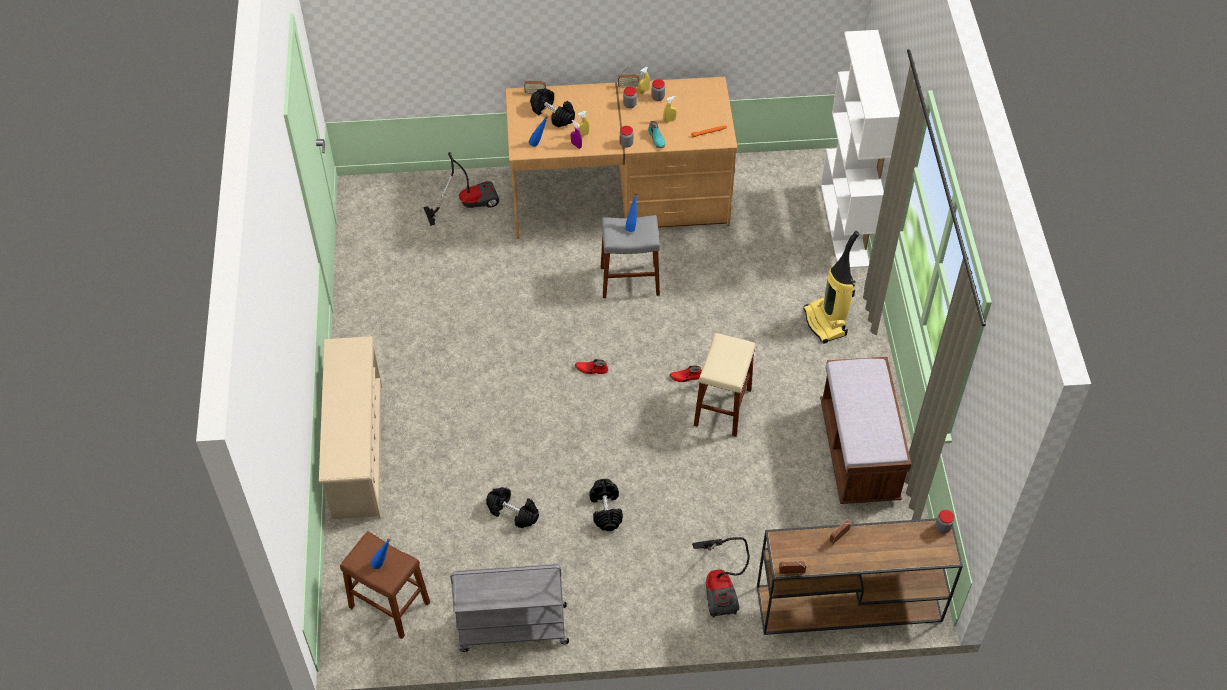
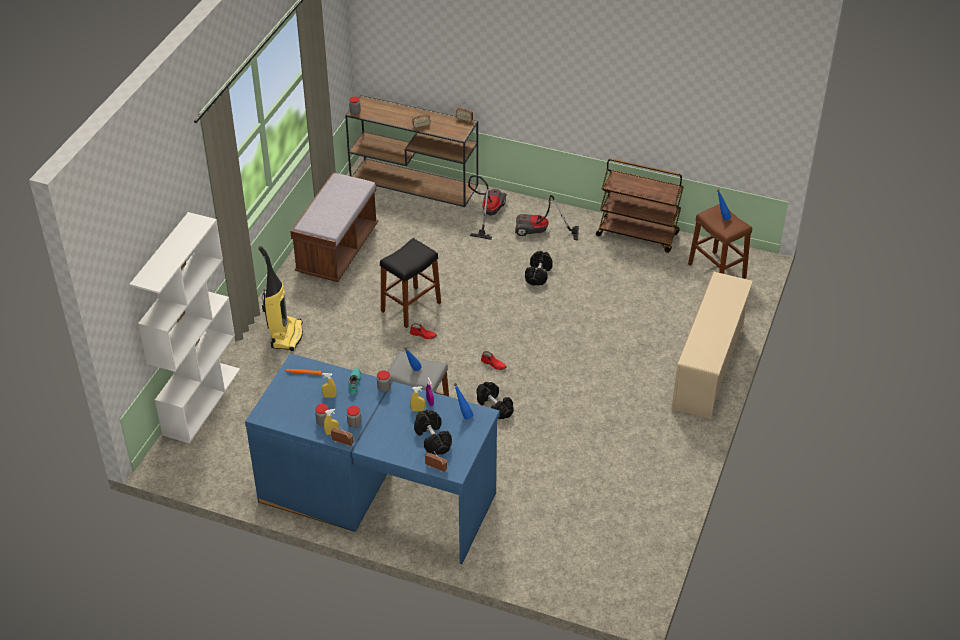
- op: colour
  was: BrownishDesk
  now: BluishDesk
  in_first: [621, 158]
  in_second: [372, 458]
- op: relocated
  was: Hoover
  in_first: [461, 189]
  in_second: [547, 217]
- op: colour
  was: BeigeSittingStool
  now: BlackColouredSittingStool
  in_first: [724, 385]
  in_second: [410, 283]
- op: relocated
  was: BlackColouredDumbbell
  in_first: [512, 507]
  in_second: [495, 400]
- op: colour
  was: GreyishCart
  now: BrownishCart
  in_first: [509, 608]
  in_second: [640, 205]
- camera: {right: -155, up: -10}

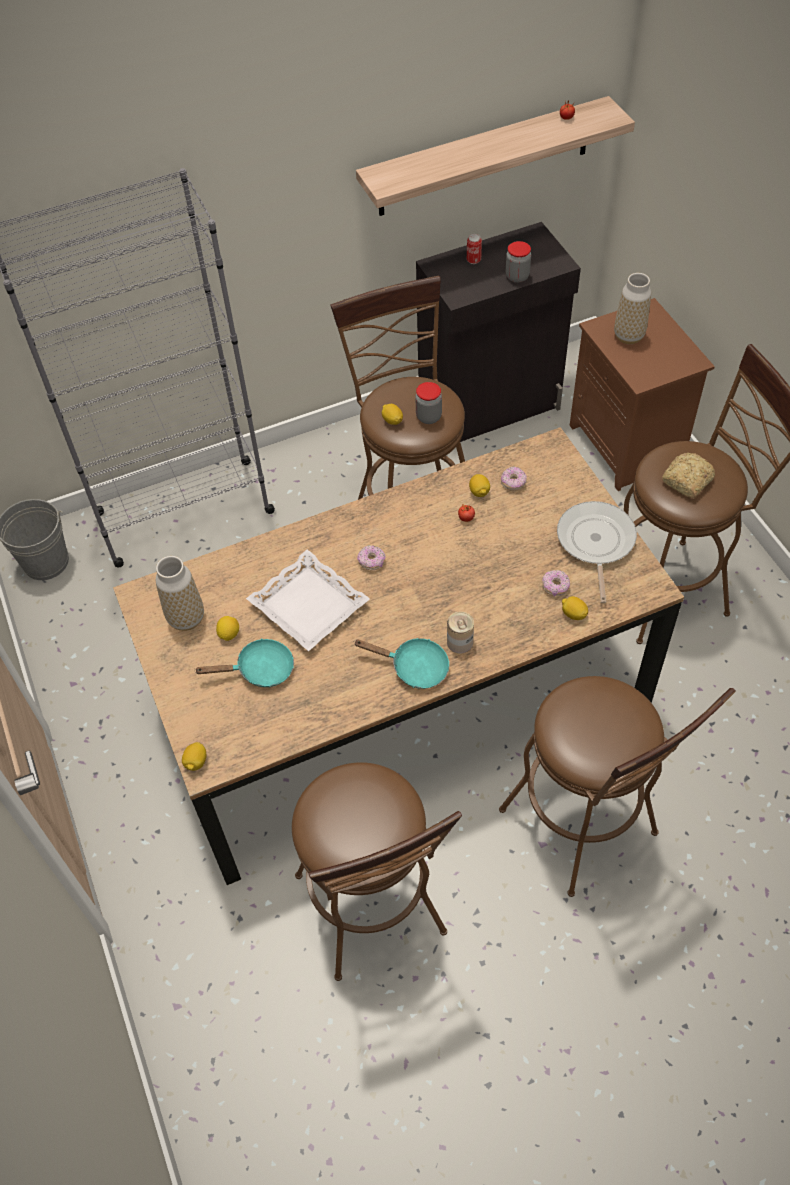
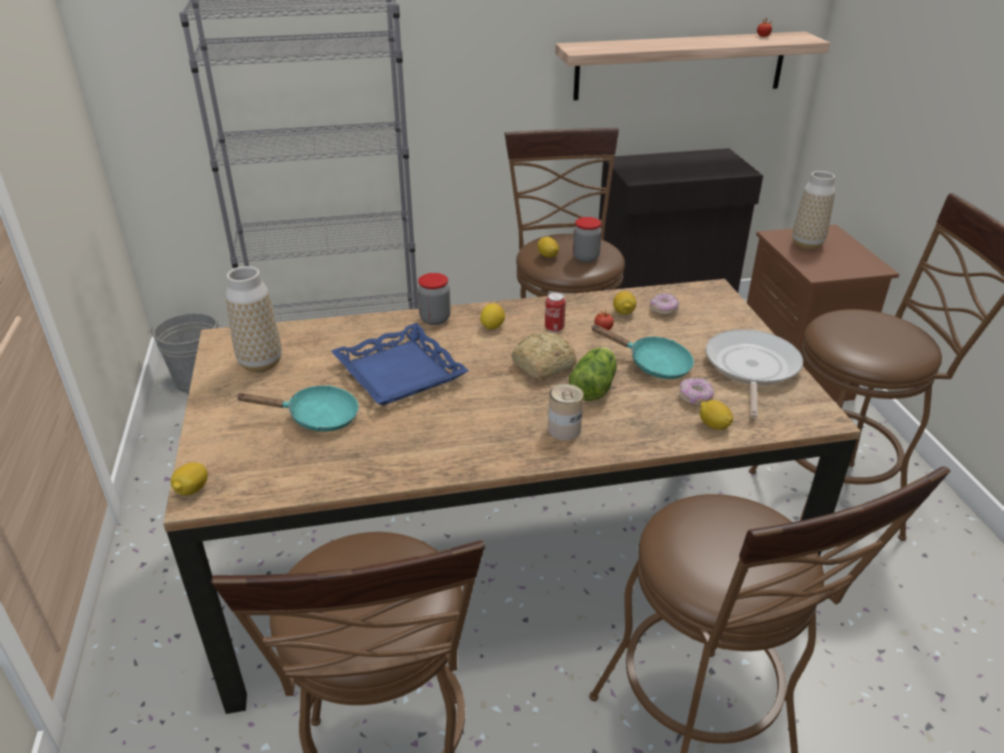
- op: relocated
  was: SealedCan
  in_first: [474, 249]
  in_second: [555, 312]
- op: relocated
  was: StorageJar
  in_first: [518, 262]
  in_second: [434, 299]
- op: relocated
  was: Bread
  in_first: [688, 475]
  in_second: [544, 355]
- op: missing
  was: RingDoughnut
  in_first: [371, 557]
- op: colour
  was: WhitishServingTray
  now: BluishServingTray
  in_first: [308, 600]
  in_second: [400, 364]
- op: relocated
  was: Lemon
  in_first: [227, 628]
  in_second: [492, 317]
- op: relocated
  was: BlueGreenFryingPan
  in_first: [401, 663]
  in_second: [642, 352]
- op: appeared
  now: HeadOfLettuce
  in_second: [593, 374]
- camera: {right: 10, up: -20}

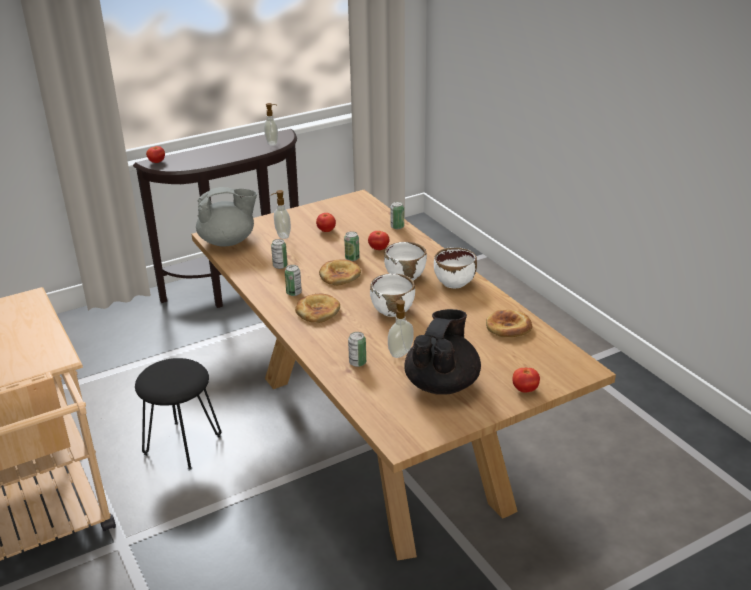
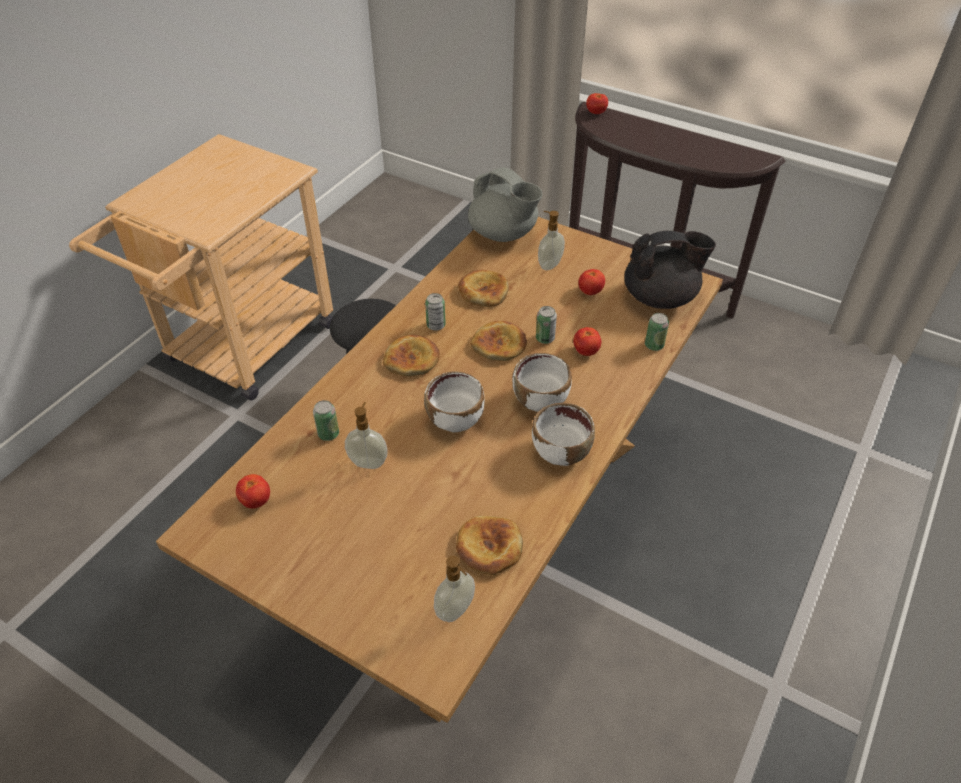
- op: relocated
  was: SoapDispenser
  in_first: [271, 124]
  in_second: [454, 589]
- op: exchanged
  was: SealedCan
  now: Bread
  in_first: [279, 254]
  in_second: [483, 288]
- op: relocated
  was: BlackColouredTeapot
  in_first: [442, 352]
  in_second: [670, 270]
- op: relocated
  was: Tomato
  in_first: [526, 380]
  in_second: [253, 491]
- camera: {right: 60, up: 15}

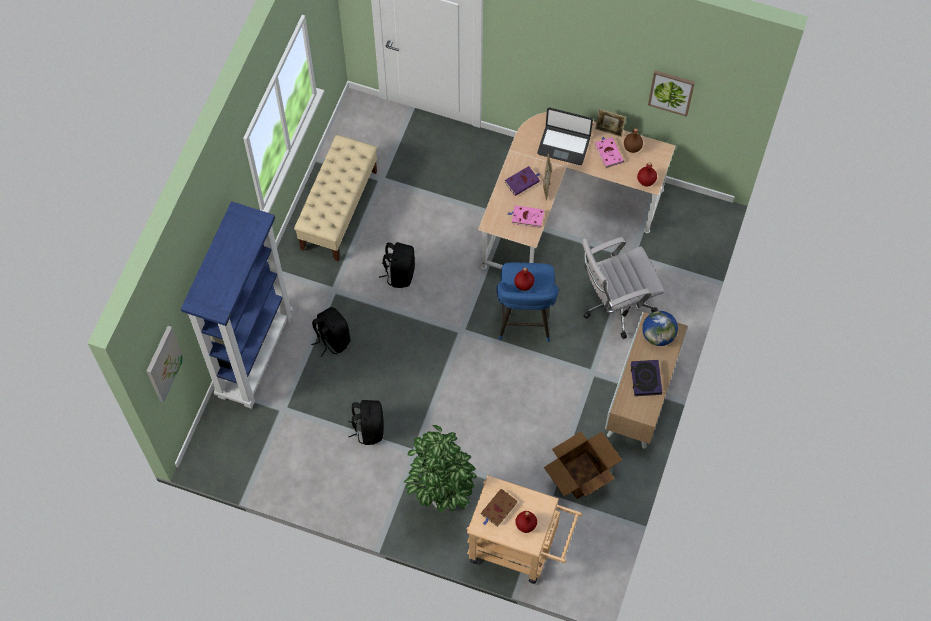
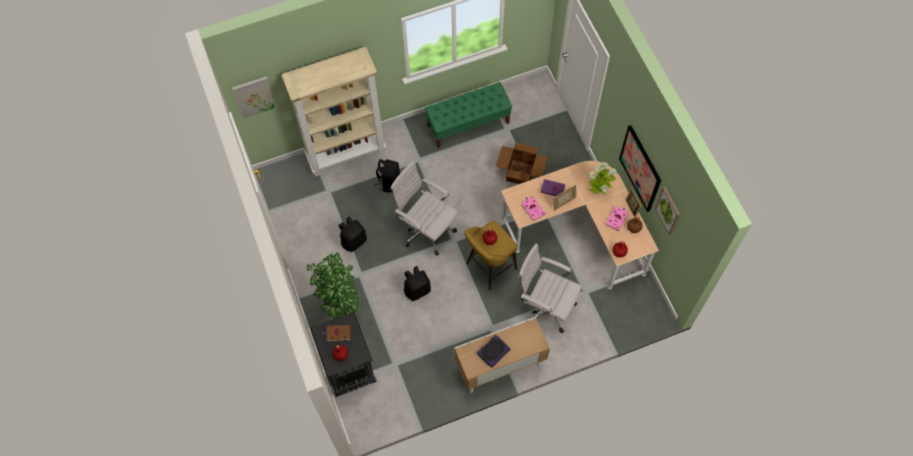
- op: exchanged
  was: PortableComputer
  now: PlantInAPot
  in_first: [565, 136]
  in_second: [602, 178]
- op: colour
  was: BeigeBench
  now: GreenishBench
  in_first: [335, 198]
  in_second: [468, 115]
- op: colour
  was: BluishBookshelf
  now: BeigeBookshelf
  in_first: [237, 305]
  in_second: [333, 112]
- op: relocated
  was: BlackColouredRucksack
  in_first: [397, 265]
  in_second: [417, 283]
- op: colour
  was: BluishSittingStool
  now: YellowColouredSittingStool
  in_first: [527, 302]
  in_second: [491, 255]
- op: missing
  was: Globe
  in_first: [660, 328]
- op: relocated
  was: CardboardBox
  in_first: [583, 465]
  in_second: [522, 163]
- op: colour
  was: BeigeCart
  now: BlackColouredCart
  in_first: [524, 529]
  in_second: [343, 354]
- op: appeared
  now: WallPicture
  in_second: [640, 168]
- op: appeared
  now: WhitishComputerChair
  in_second: [424, 208]
- camera: {right: 50, up: 0}

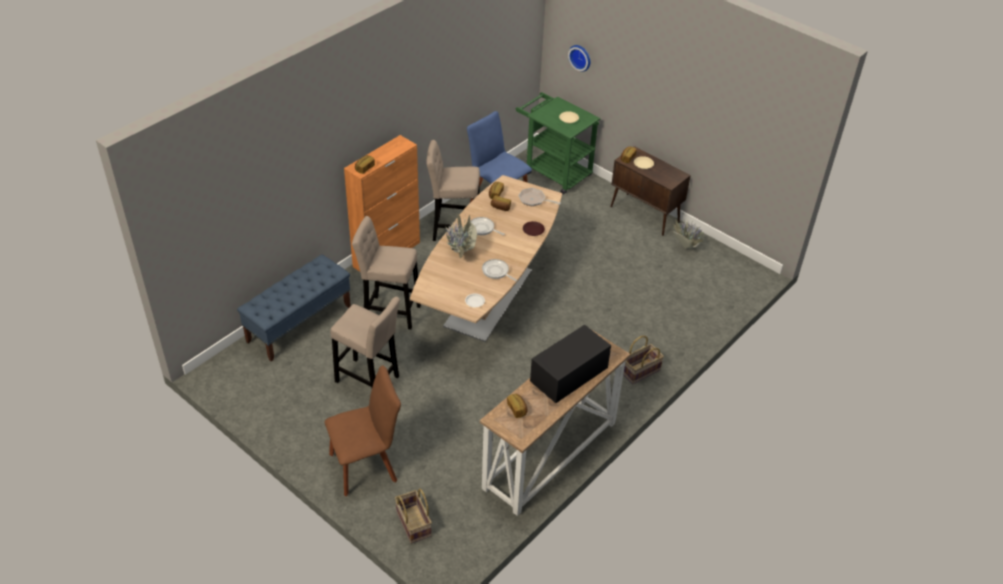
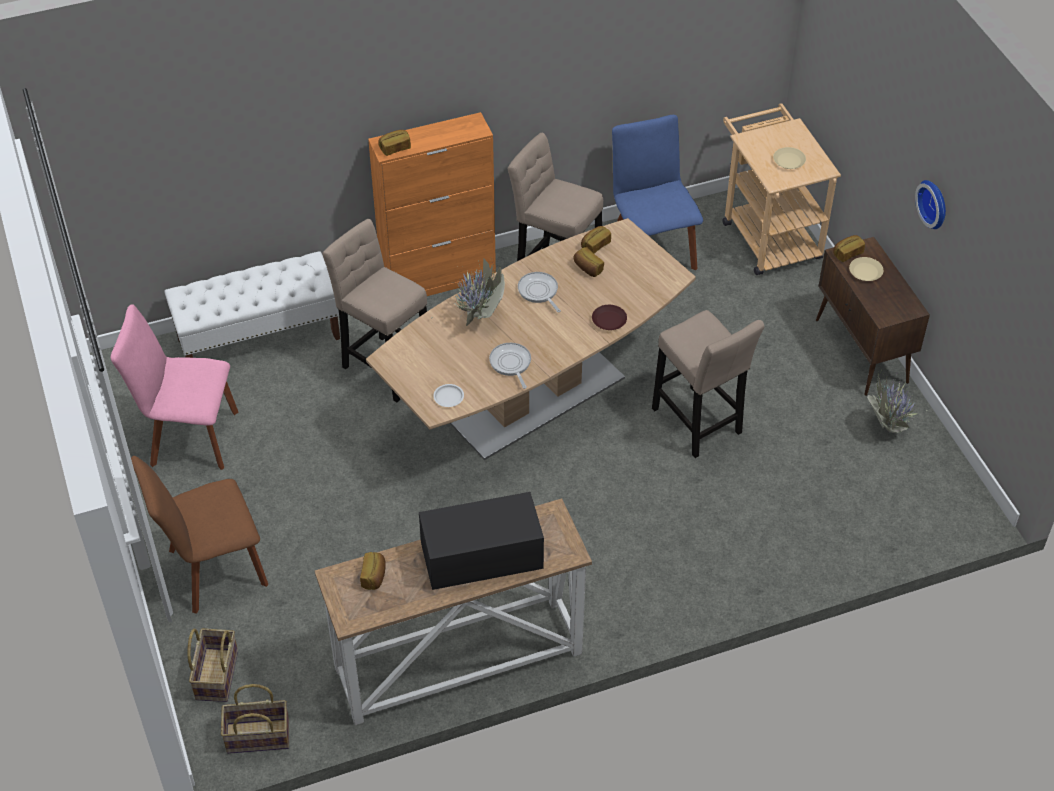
- op: relocated
  was: ClockOnTheWall
  in_first: [579, 58]
  in_second: [930, 204]
- op: colour
  was: GreenishCart
  now: BeigeCart
  in_first: [558, 143]
  in_second: [781, 189]
- op: missing
  was: FryingPan
  in_first: [539, 197]
- op: colour
  was: BluishBench
  now: WhitishBench
  in_first: [294, 308]
  in_second: [252, 304]
- op: relocated
  was: BeigeSittingStool
  in_first: [365, 342]
  in_second: [708, 384]
- op: relocated
  was: StorageBasket
  in_first: [643, 360]
  in_second: [255, 719]
- op: spun
  was: BrownishUprightChair
  in_first: [362, 430]
  in_second: [199, 535]
  clockwise: 150
- op: appeared
  now: PinkColouredUprightChair
  in_second: [174, 387]
- camera: {right: 30, up: 5}

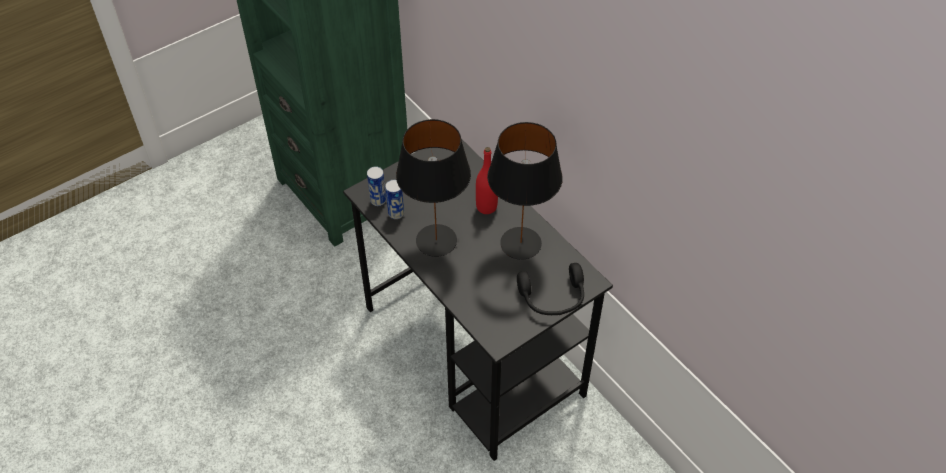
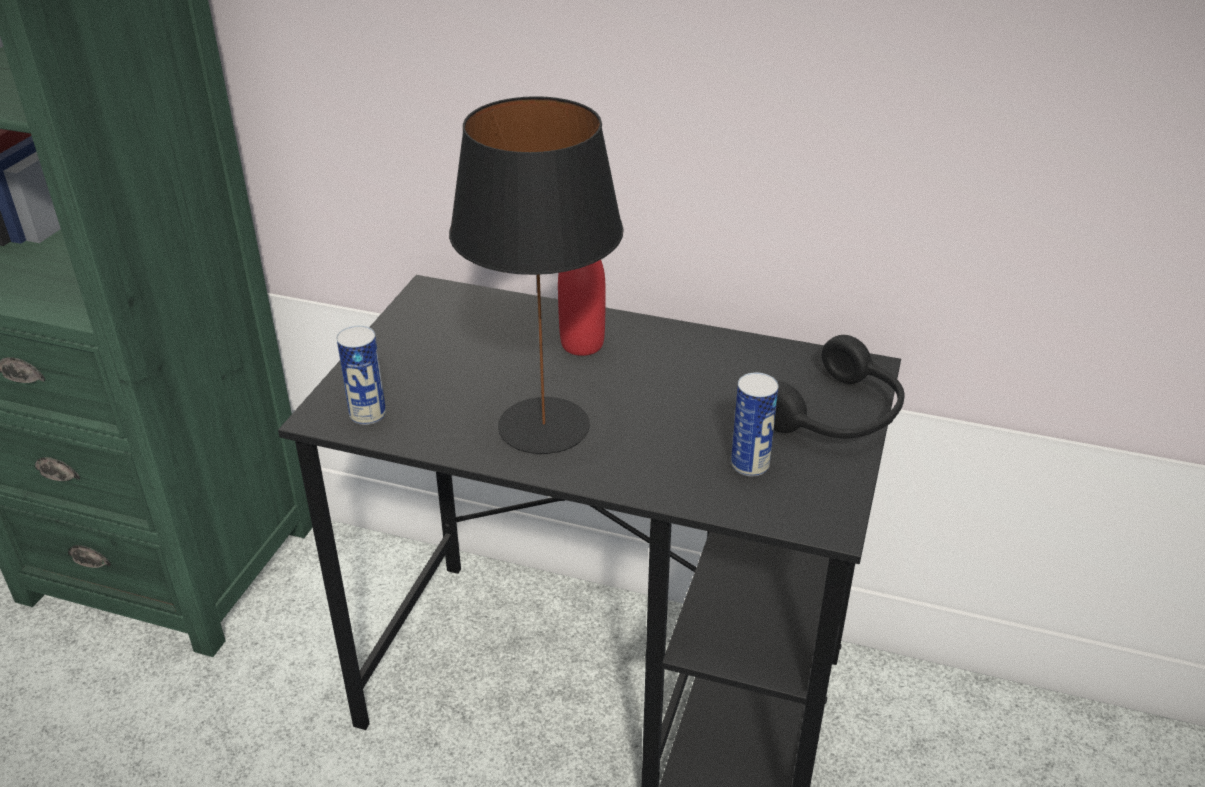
- op: missing
  was: BlackColouredTableLamp
  in_first: [525, 191]
- op: relocated
  was: SealedCan
  in_first: [394, 199]
  in_second: [754, 425]
- camera: {right: -35, up: -15}

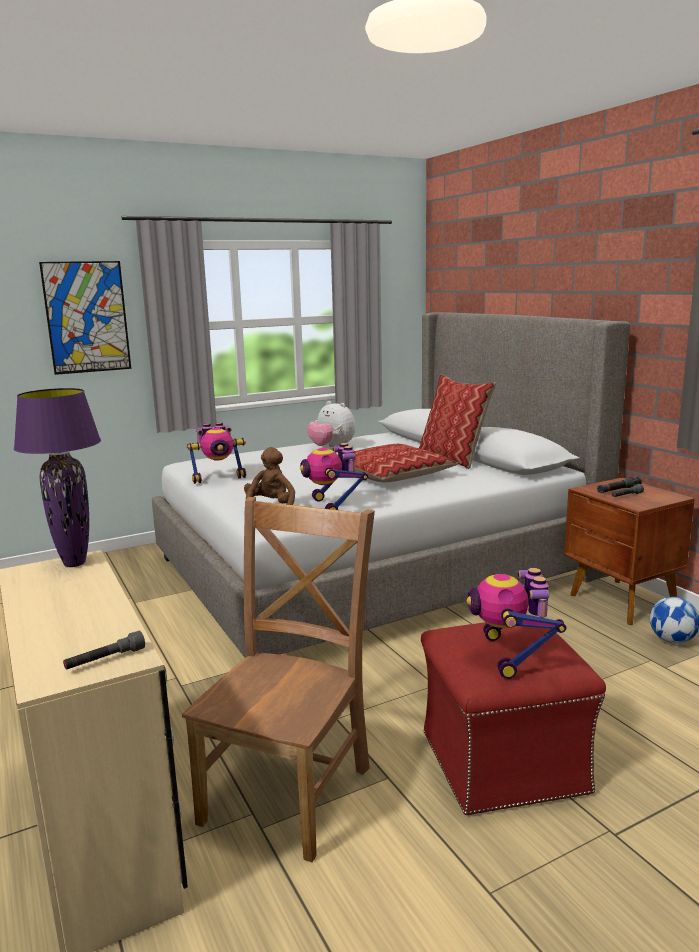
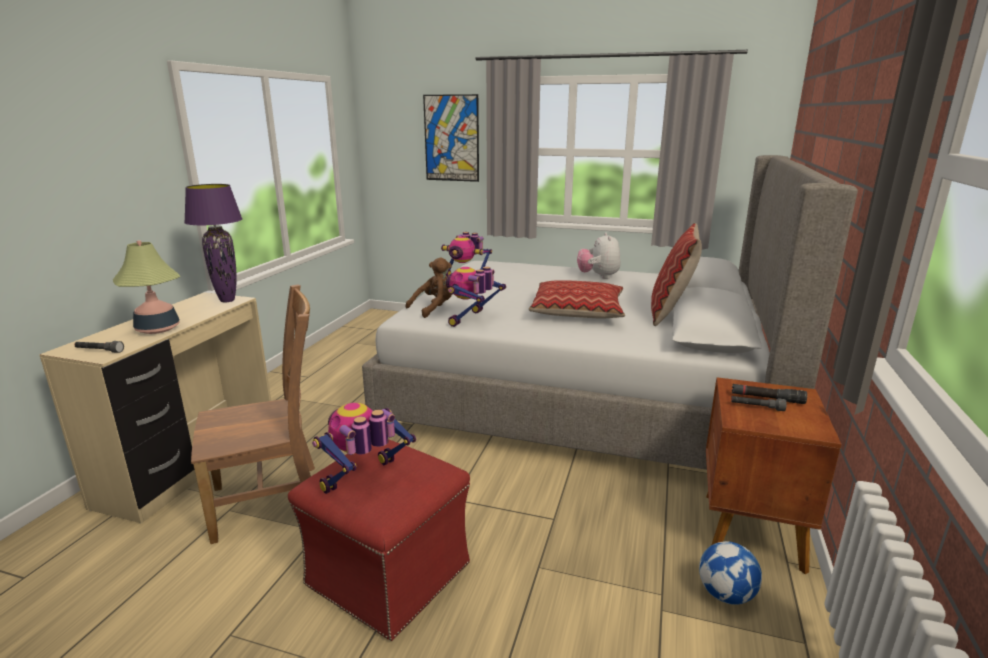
- op: appeared
  now: TableLamp
  in_second: [146, 287]
- camera: {right: 45, up: 5}

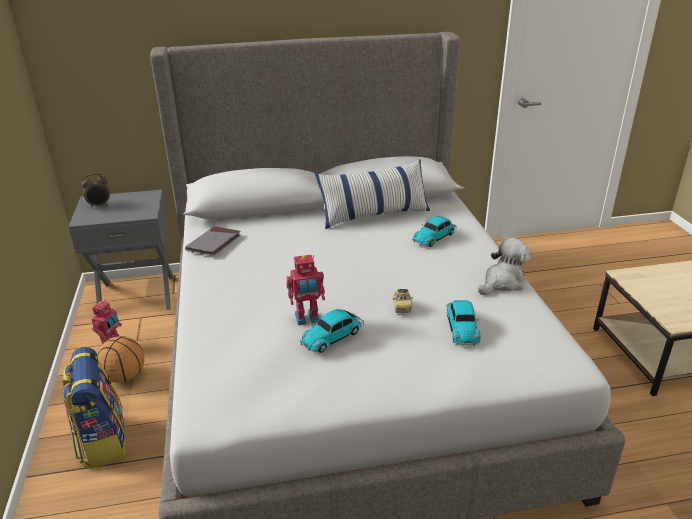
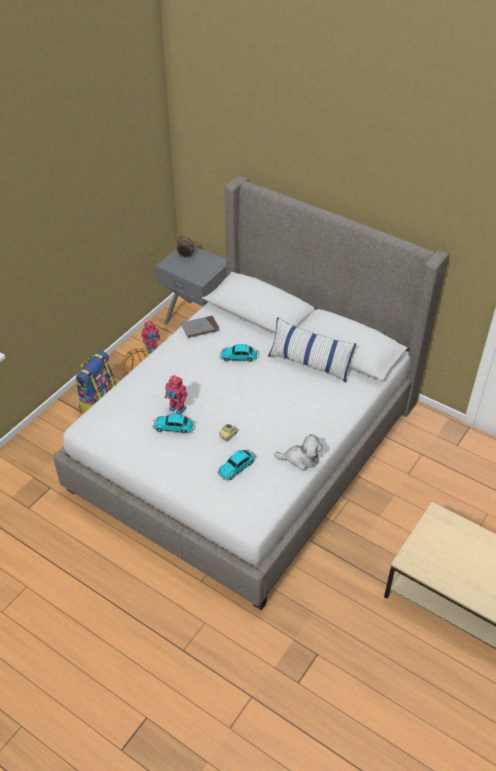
- op: relocated
  was: ToyCar
  in_first: [434, 231]
  in_second: [239, 353]
- camera: {right: 45, up: 15}

